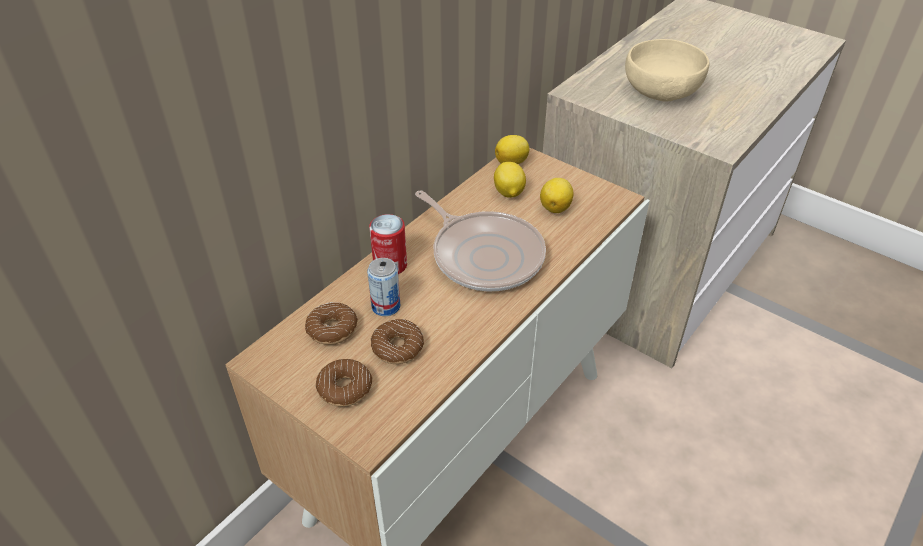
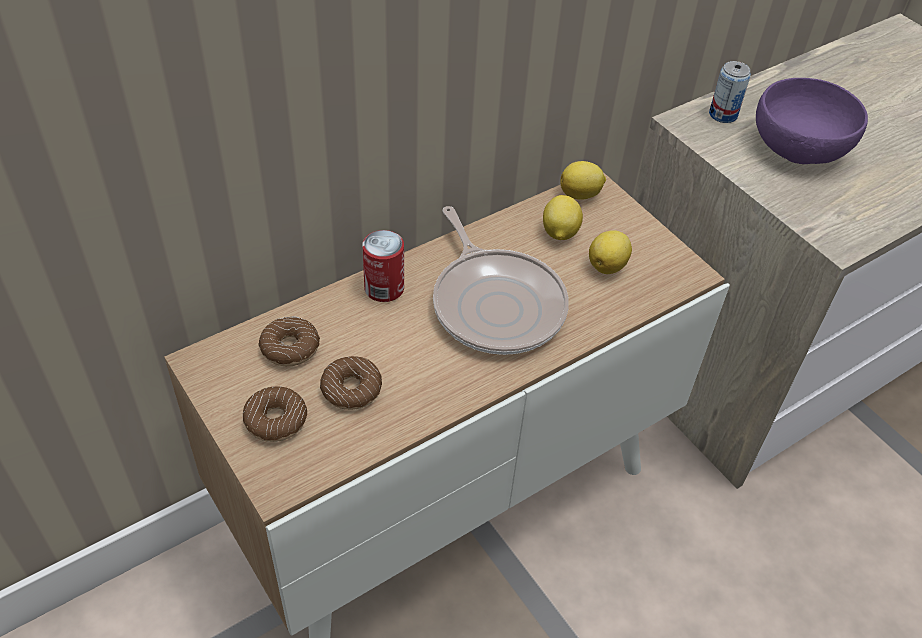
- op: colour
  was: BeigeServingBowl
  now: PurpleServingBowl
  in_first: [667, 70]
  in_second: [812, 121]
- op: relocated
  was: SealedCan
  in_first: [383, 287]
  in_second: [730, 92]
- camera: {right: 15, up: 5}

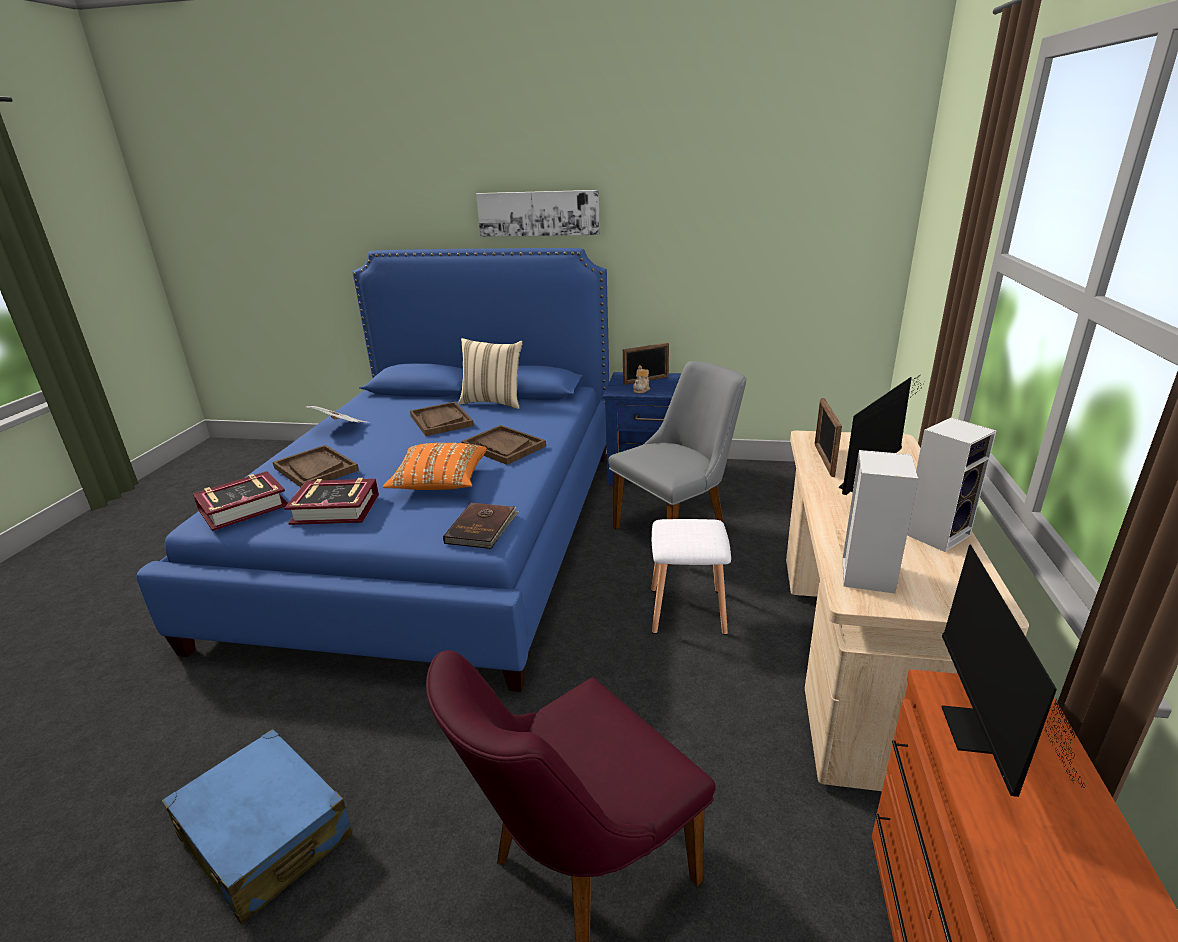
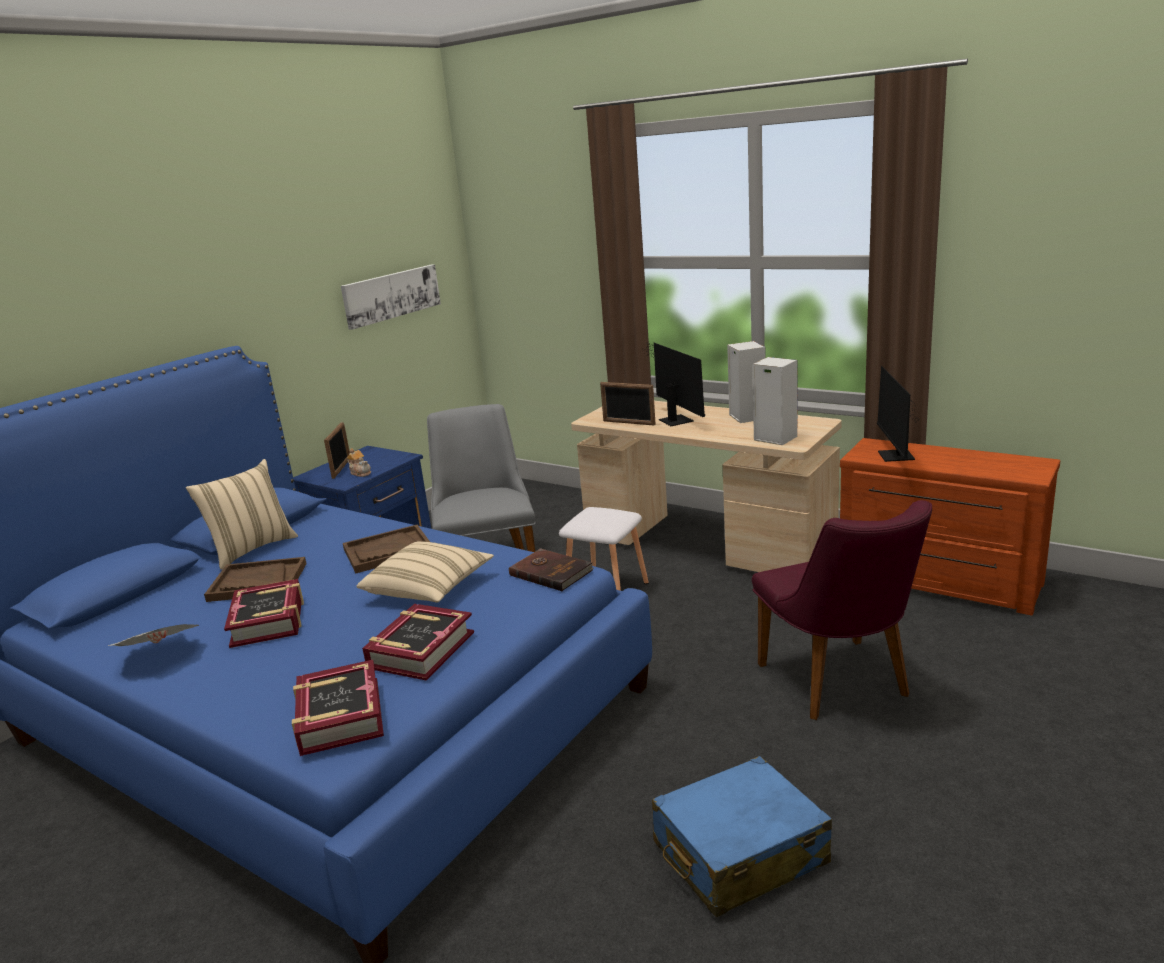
- op: relocated
  was: WallPicture
  in_first: [538, 213]
  in_second: [391, 297]
- op: colour
  was: OrangeThrowPillow
  now: BeigeThrowPillow
  in_first: [435, 466]
  in_second: [425, 572]
- op: missing
  was: BrownishServingTray
  in_first: [316, 466]
- op: spun
  was: Monitor
  in_first: [1013, 670]
  in_second: [896, 414]
  clockwise: 60
- op: appeared
  now: Book
  in_second: [264, 613]
- camera: {right: -65, up: -5}

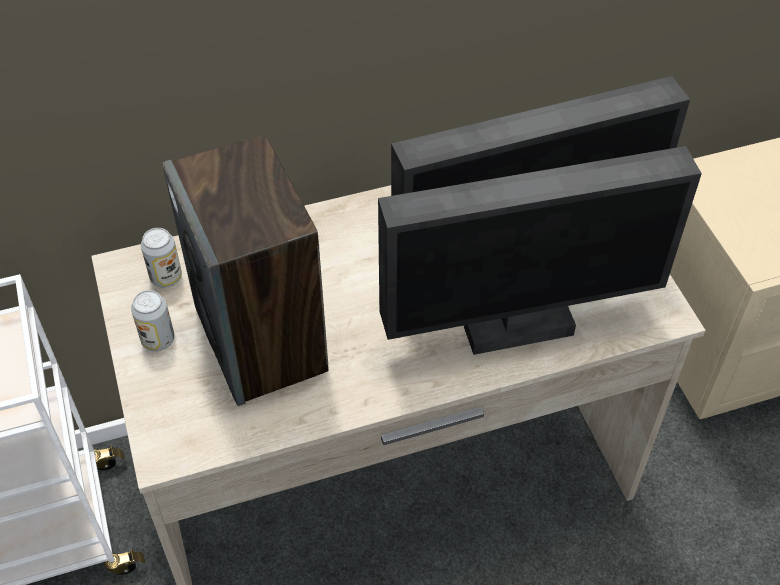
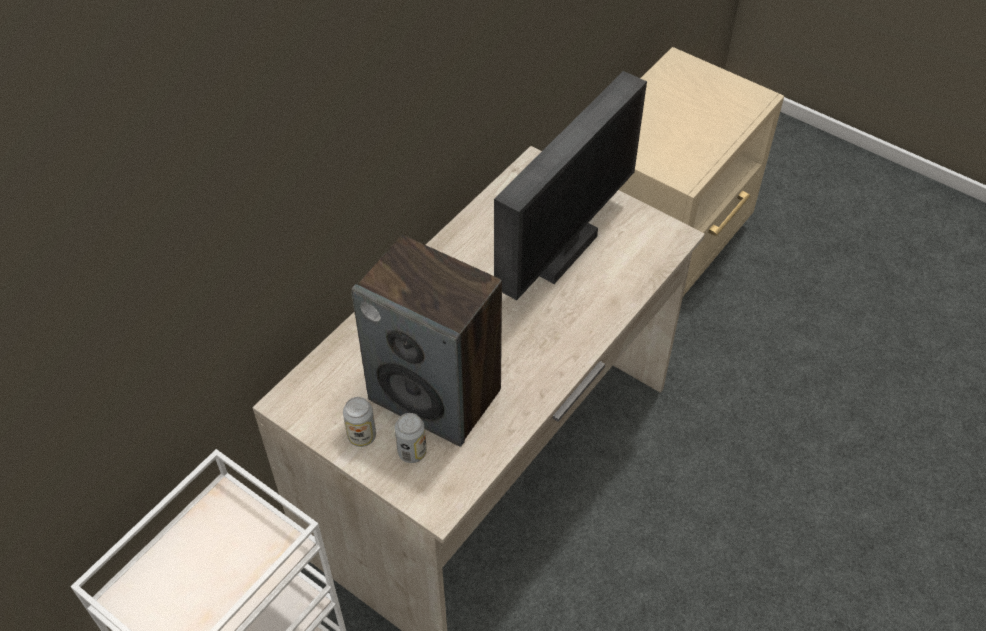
- op: missing
  was: Monitor
  in_first: [540, 250]
- op: relocated
  was: SealedCan
  in_first: [161, 257]
  in_second: [411, 438]
- camera: {right: -35, up: 0}

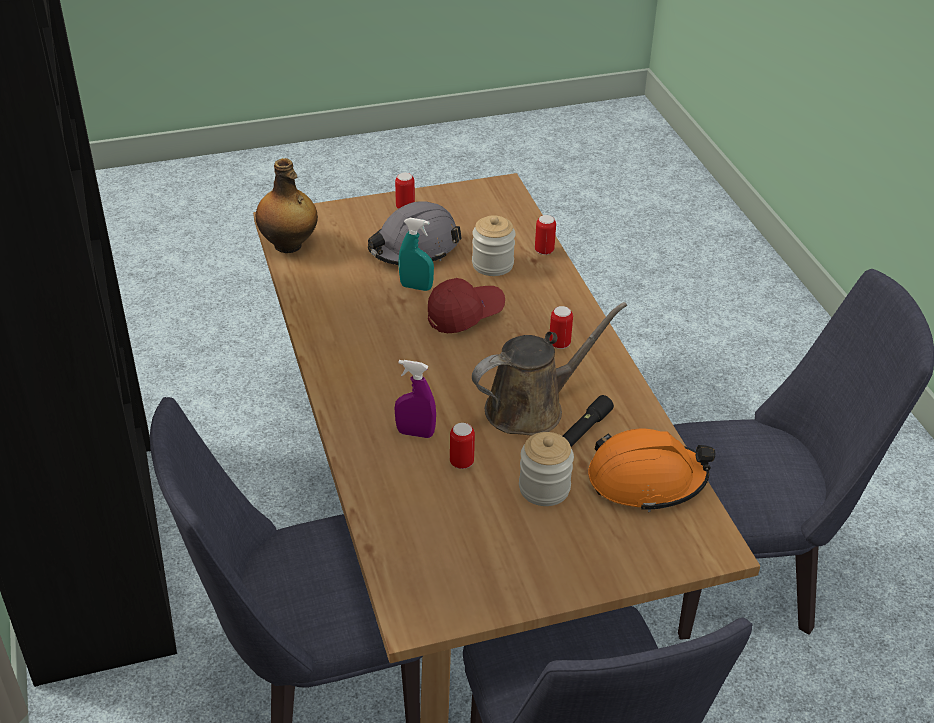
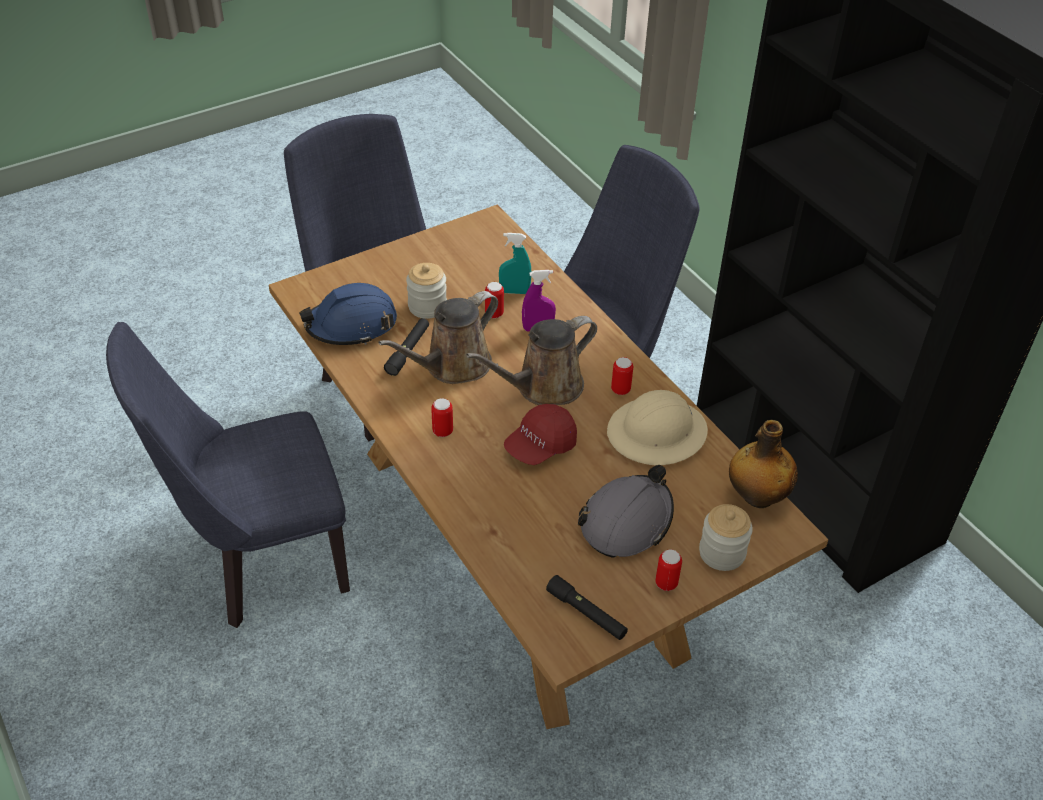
- op: relocated
  was: StorageJar
  in_first: [494, 245]
  in_second: [726, 537]
- op: relocated
  was: SealedCan
  in_first: [545, 235]
  in_second: [622, 376]
- op: relocated
  was: BlueGreenHandSprayer
  in_first: [416, 254]
  in_second: [515, 263]
- op: colour
  was: OrangeHardHat
  now: BluishHardHat
  in_first: [651, 470]
  in_second: [348, 314]
- op: appeared
  now: BrownishWateringCan
  in_second: [531, 360]
- op: appeared
  now: BeigeHardHat
  in_second: [657, 427]
- op: appeared
  now: BlackColouredHandTorch
  in_second: [587, 607]
- camera: {right: 165, up: 5}

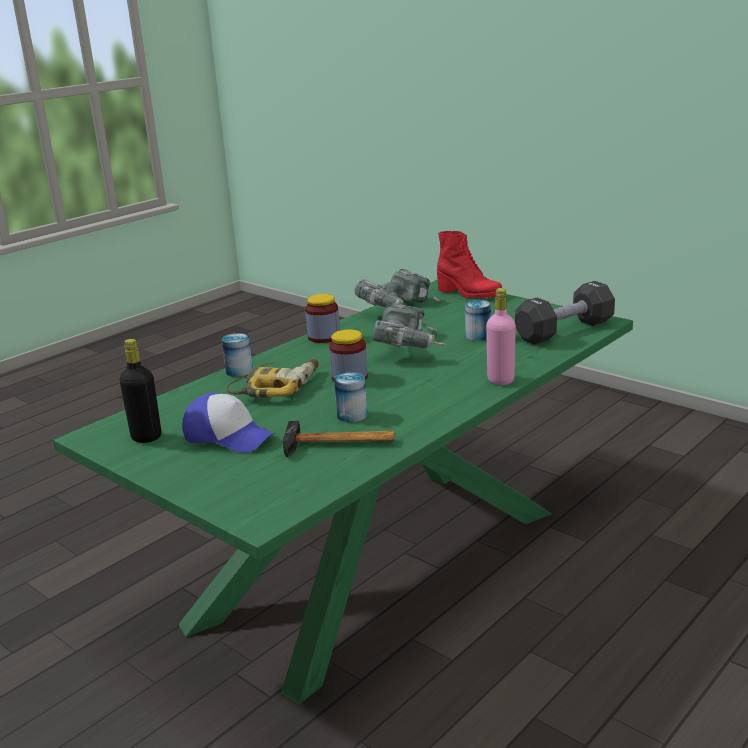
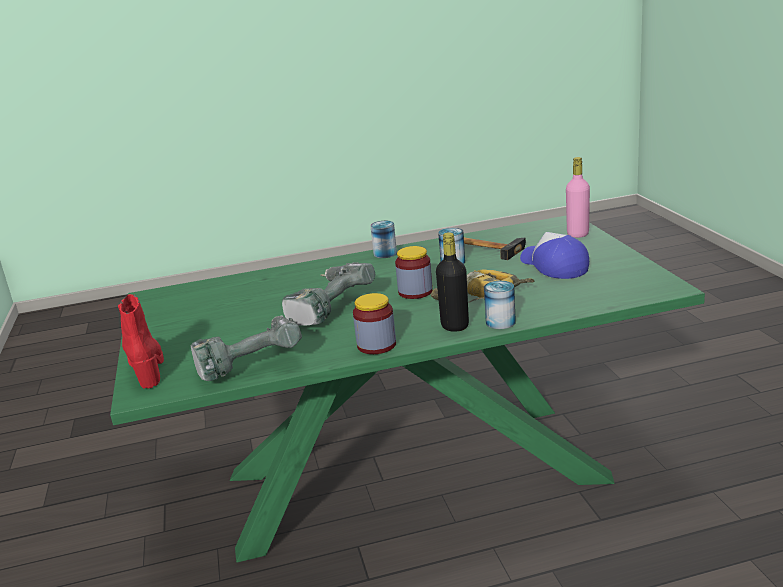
- op: missing
  was: BlackColouredDumbbell
  in_first: [565, 313]
- op: relocated
  was: PinkColouredDrinkBottle
  in_first: [501, 336]
  in_second: [578, 197]
- op: relocated
  was: SealedCan
  in_first: [478, 320]
  in_second: [383, 239]
- op: relocated
  was: BlackColouredDrinkBottle
  in_first: [140, 391]
  in_second: [452, 282]
- camera: {right: -145, up: 0}

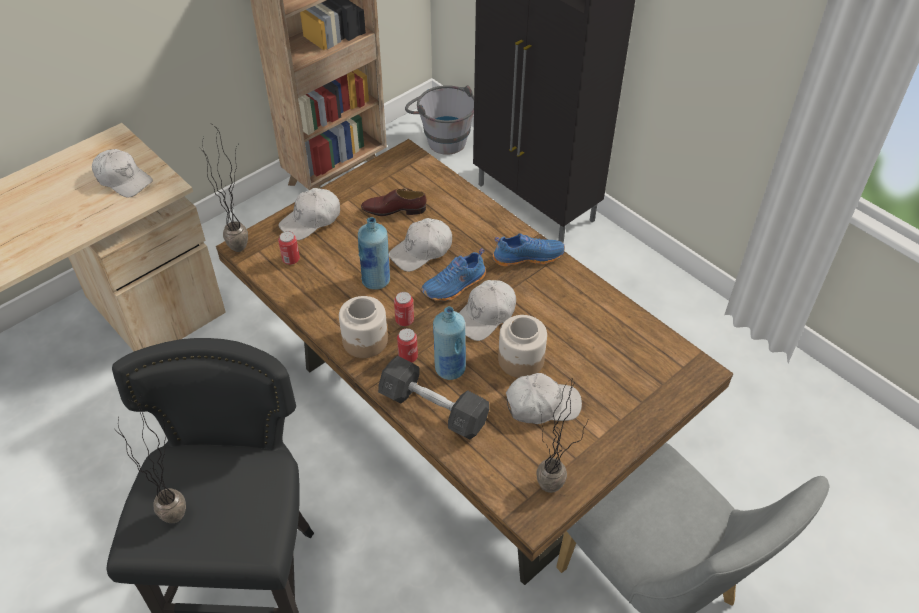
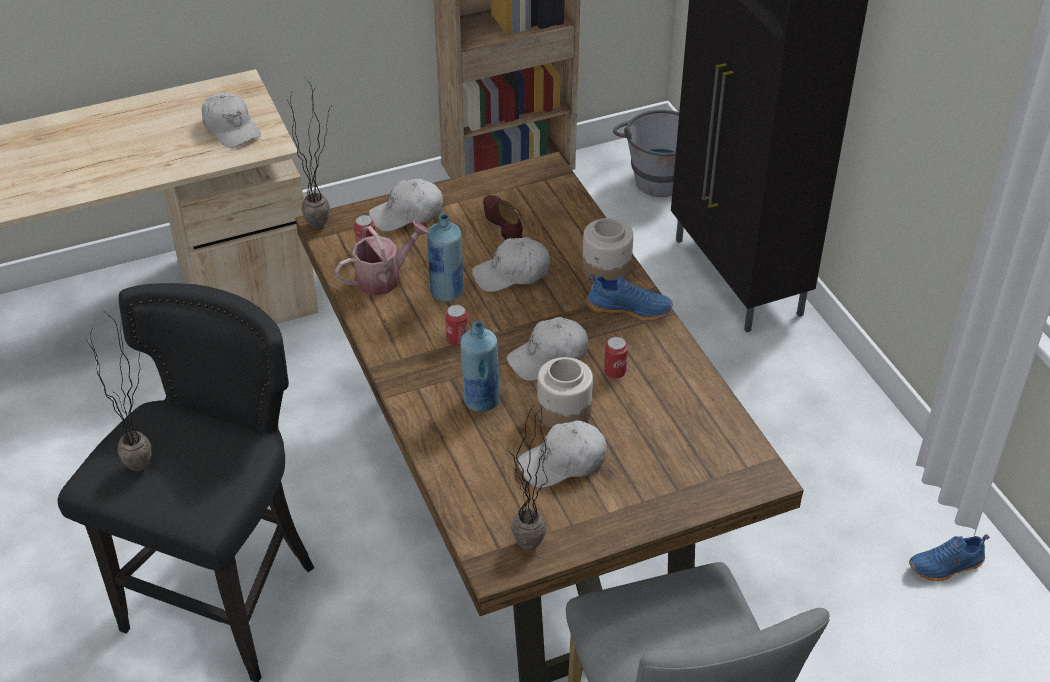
- op: spun
  was: BrownishLowShoe
  in_first: [393, 202]
  in_second: [503, 217]
  clockwise: 45
- op: relocated
  was: BluishLowShoe
  in_first: [453, 274]
  in_second: [949, 557]
- op: relocated
  was: StorageJar
  in_first: [363, 327]
  in_second: [607, 250]
- op: relocated
  was: SealedCan
  in_first: [407, 345]
  in_second: [616, 358]
- op: missing
  was: GreyishDumbbell
  in_first: [433, 397]
- op: spun
  was: WhitishBaseballCap
  in_first: [544, 398]
  in_second: [562, 454]
  clockwise: 150
- op: appeared
  now: WateringCan
  in_second: [381, 258]
- camera: {right: 20, up: -5}

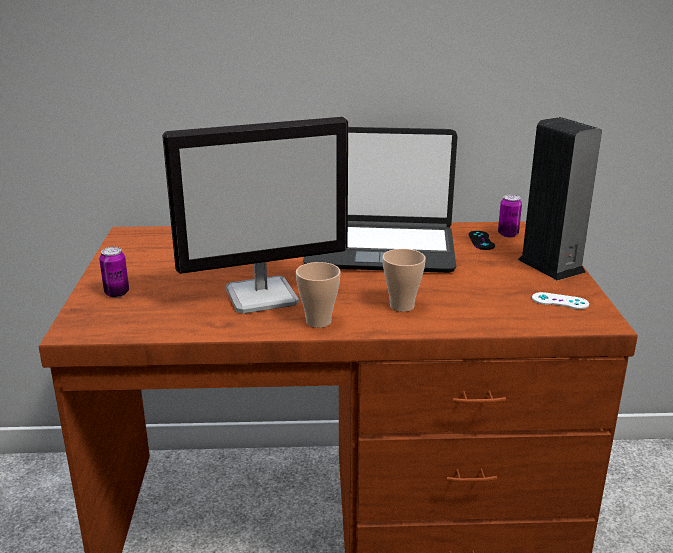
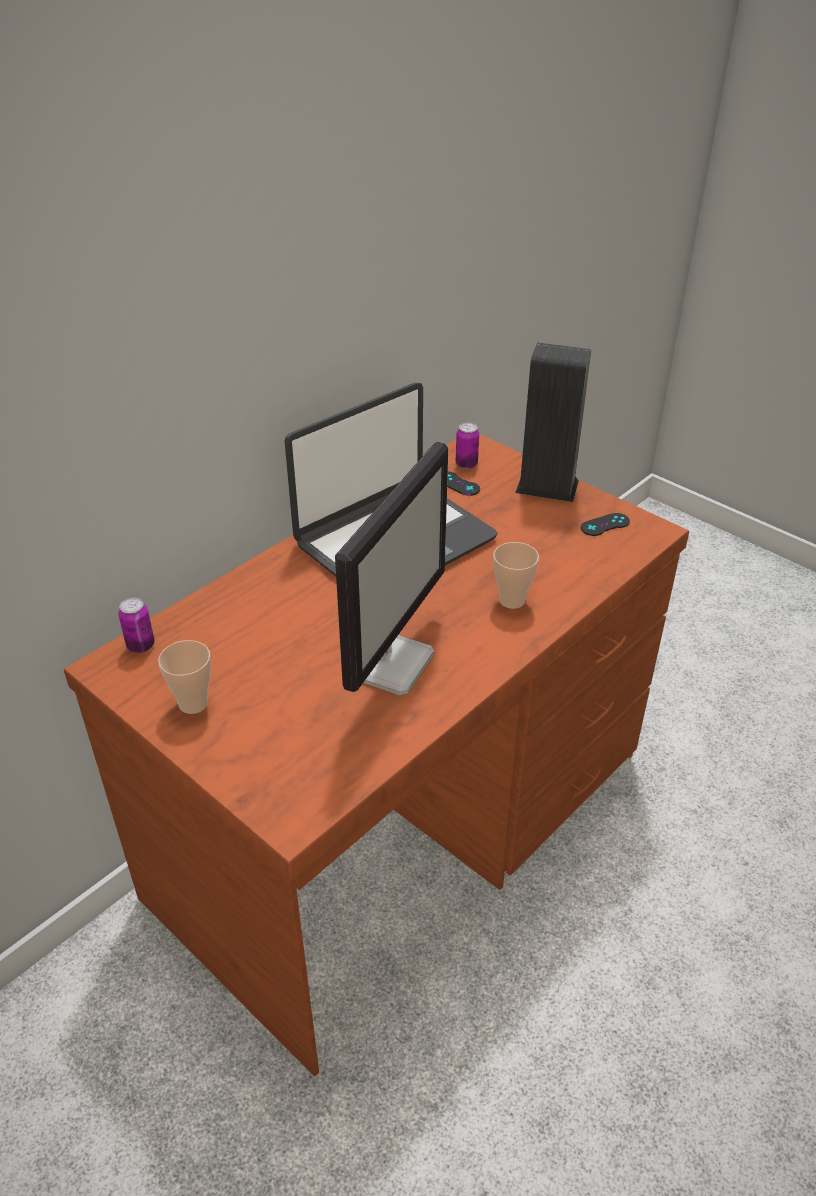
- op: relocated
  was: SealedCan
  in_first: [114, 272]
  in_second: [136, 625]
- op: relocated
  was: SmallCup
  in_first: [318, 295]
  in_second: [184, 677]
- op: colour
  was: WhitishGamepad
  now: BlackColouredGamepad
  in_first: [560, 300]
  in_second: [605, 524]
- camera: {right: -45, up: 15}

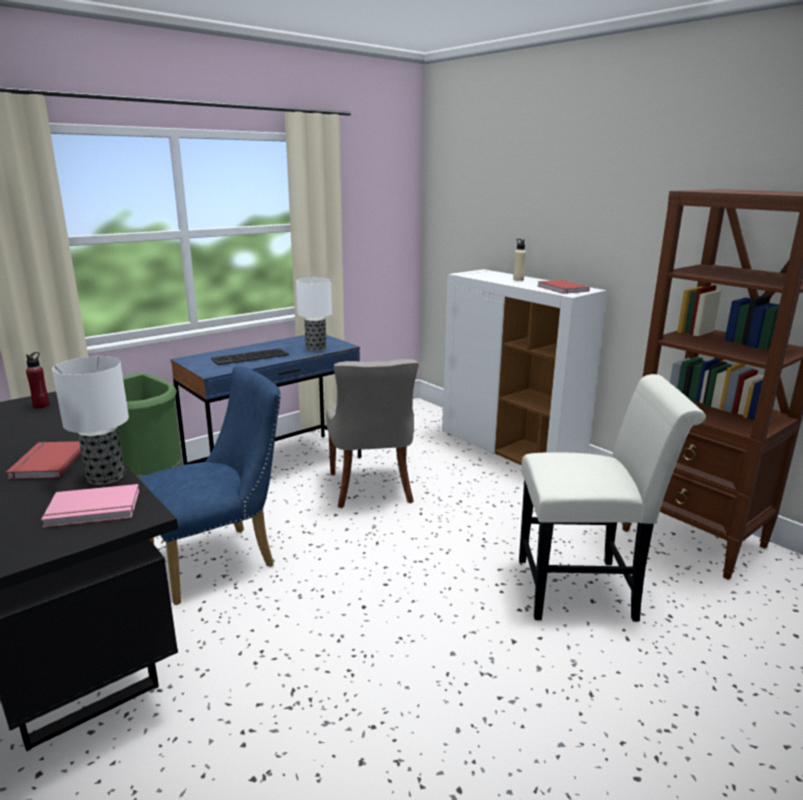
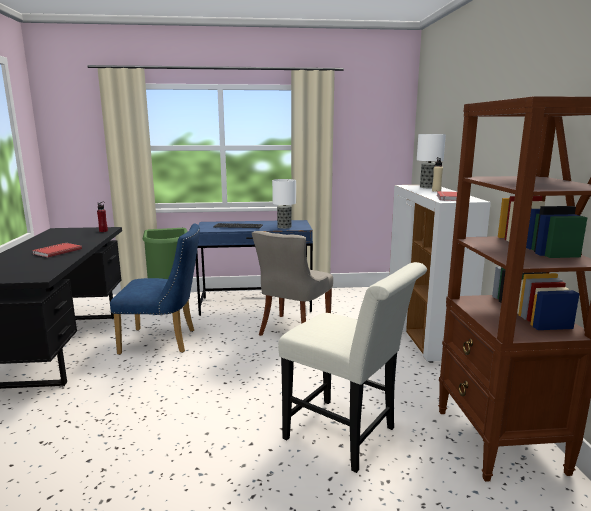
- op: relocated
  was: TableLamp
  in_first: [90, 420]
  in_second: [431, 161]
- op: missing
  was: PinkColouredBook
  in_first: [90, 505]
- camera: {right: 35, up: -5}

